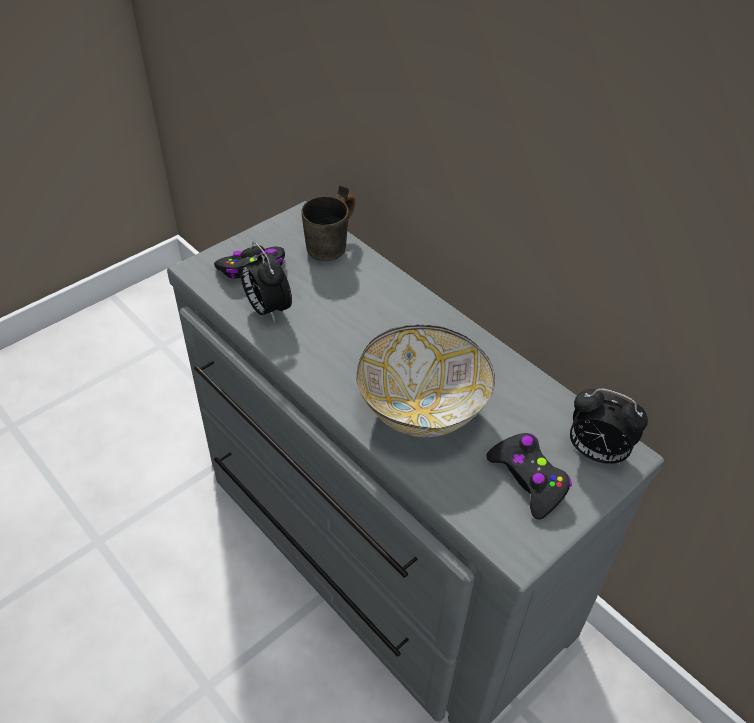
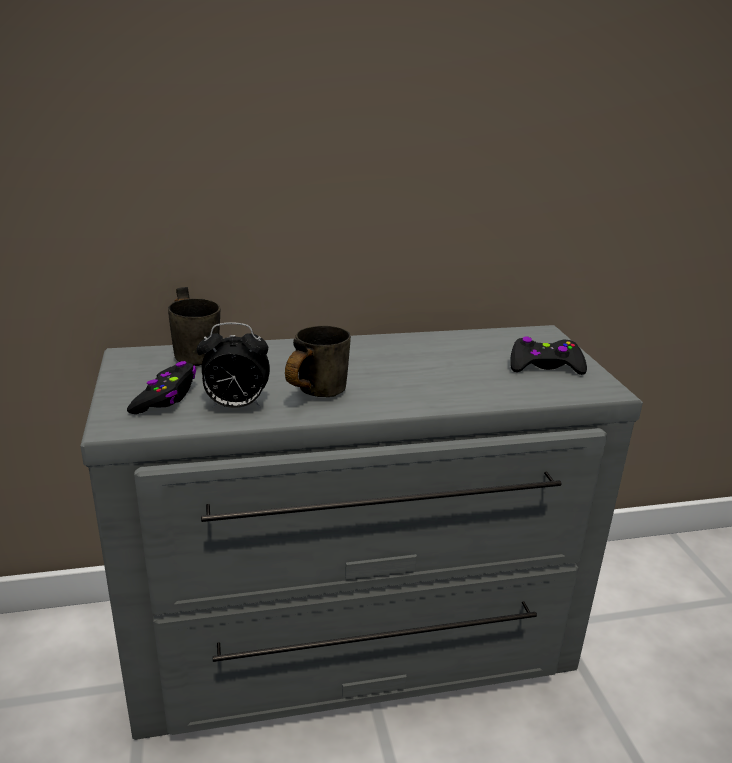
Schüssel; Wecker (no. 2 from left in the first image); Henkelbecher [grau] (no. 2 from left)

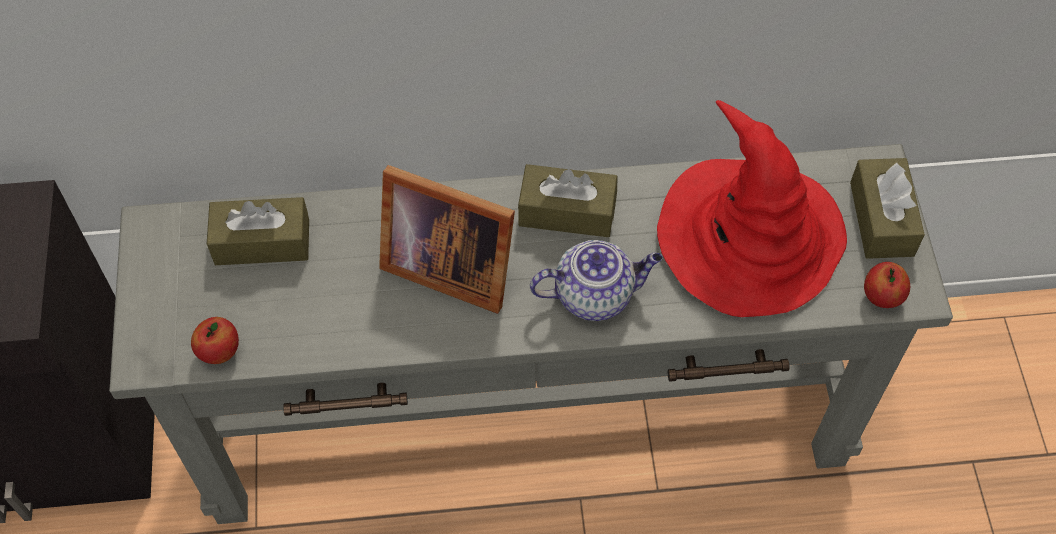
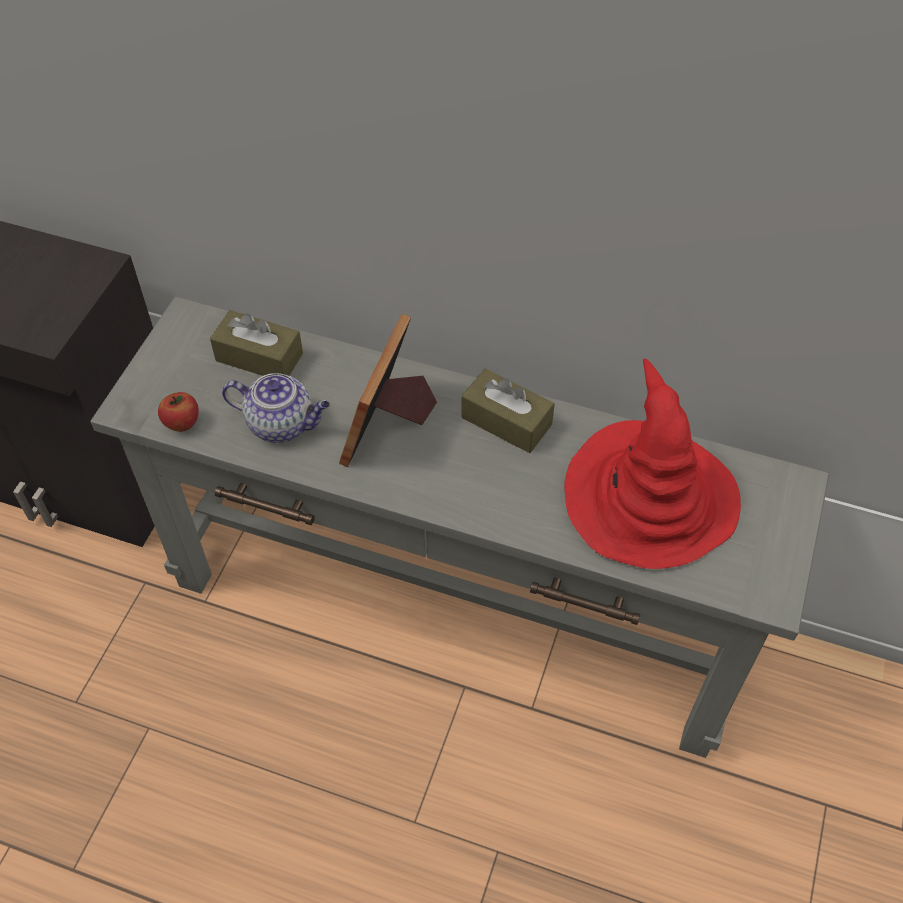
Bilderrahmen; Teekanne; Taschentuchbox [braun] (no. 3 from left in the first image); Apfel (no. 2 from left in the first image)

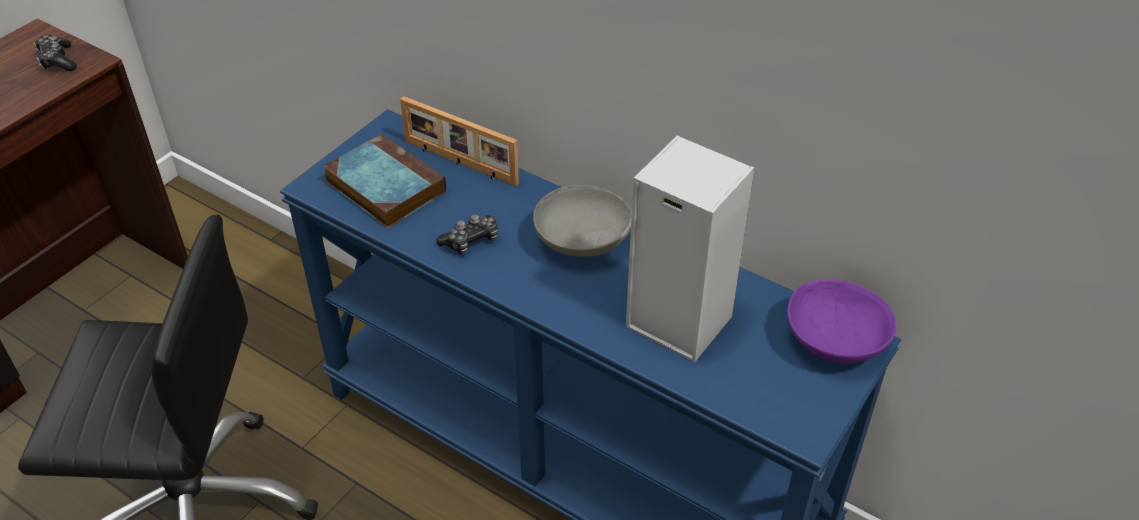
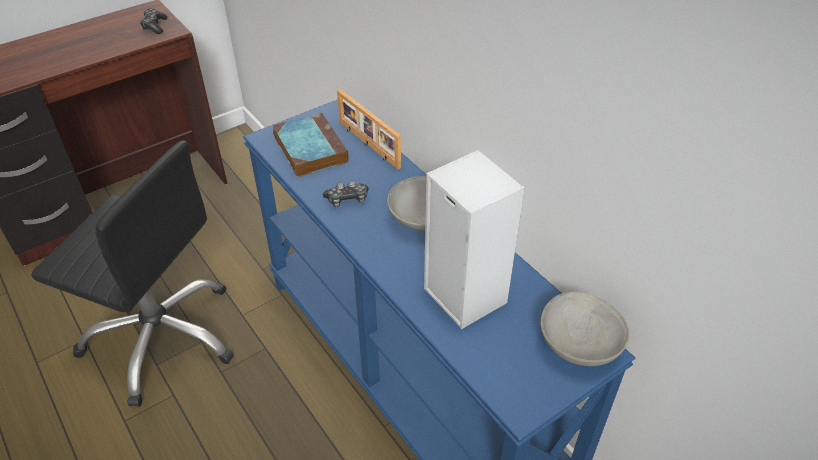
Schüssel [grau] (no. 2 from left)

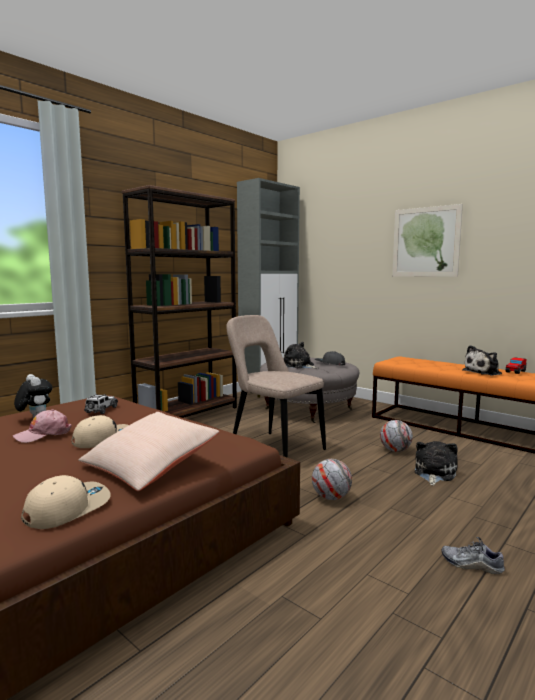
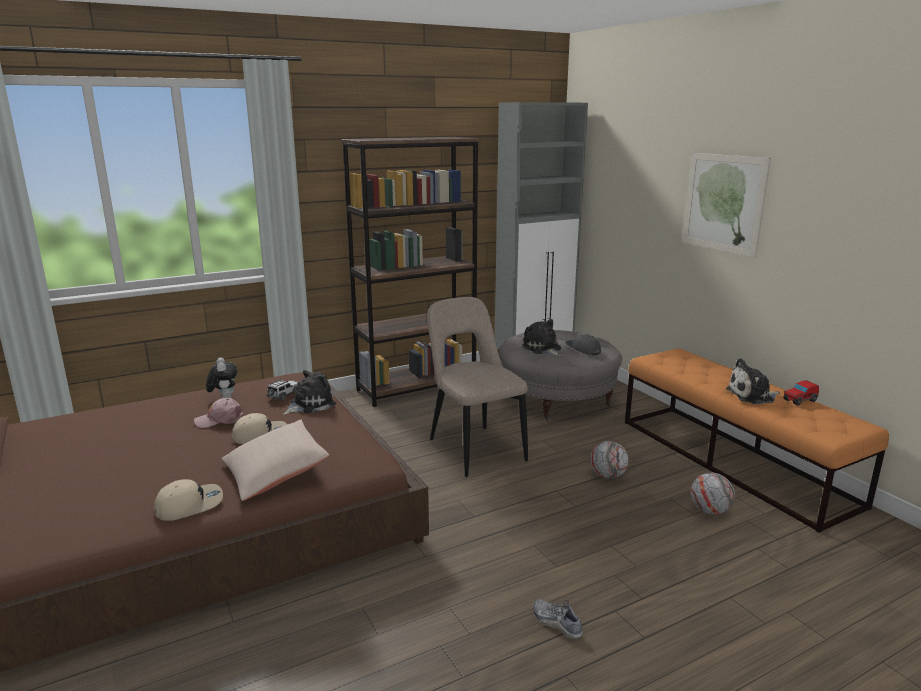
Fußball (no. 2 from left); Plüschtier (no. 2 from left)

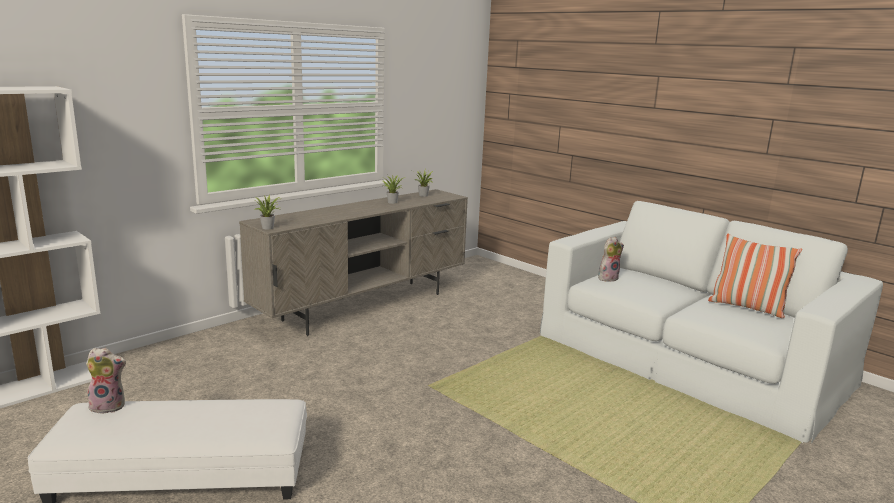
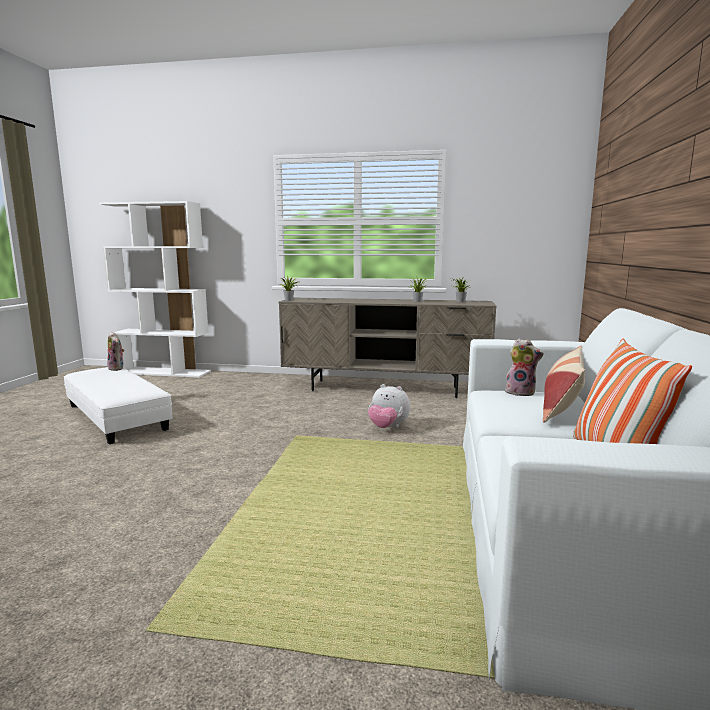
Plüschtier (no. 2 from left); Kissen (no. 1 from left)

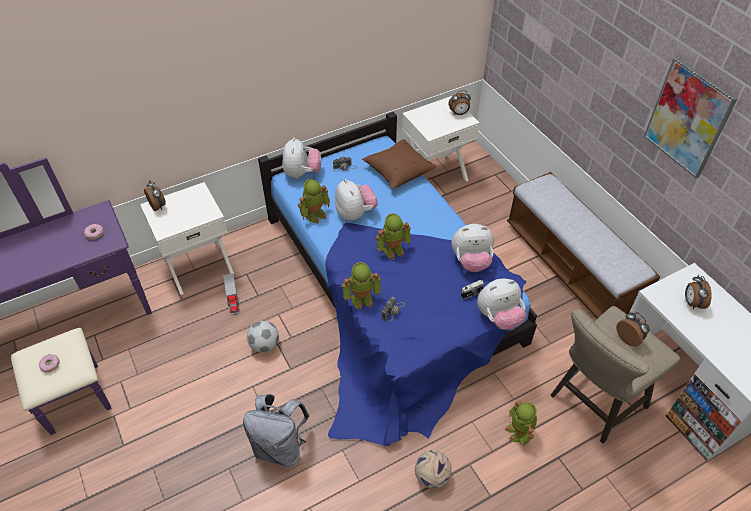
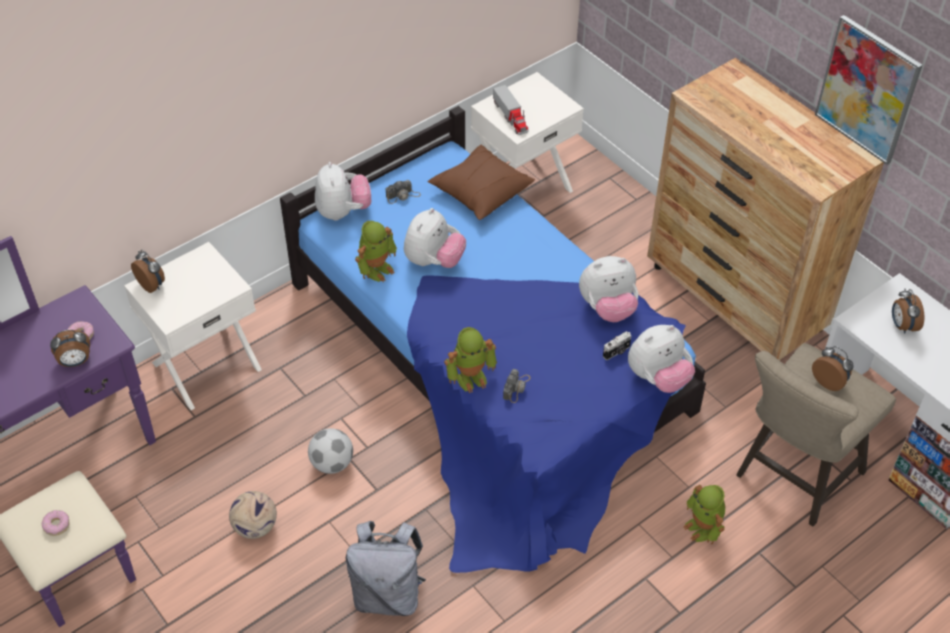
Spielzeuglaster; Plüschtier (no. 2 from left); Spielzeugroboter (no. 3 from left in the first image); Fußball (no. 1 from left); Wecker (no. 1 from left); Kommode [braun]

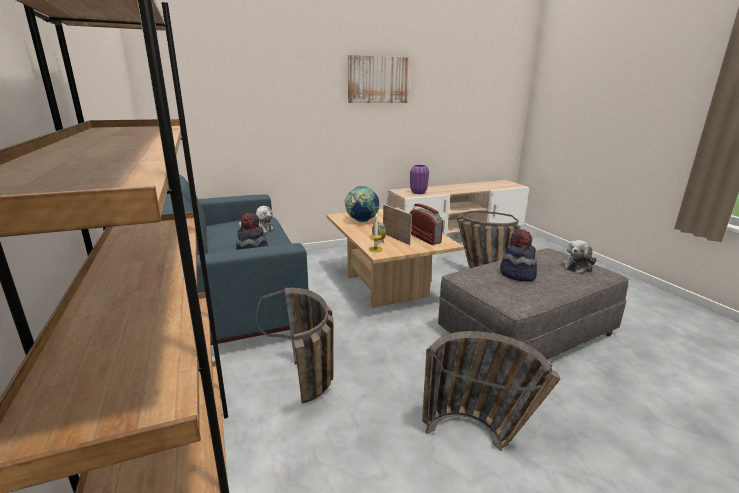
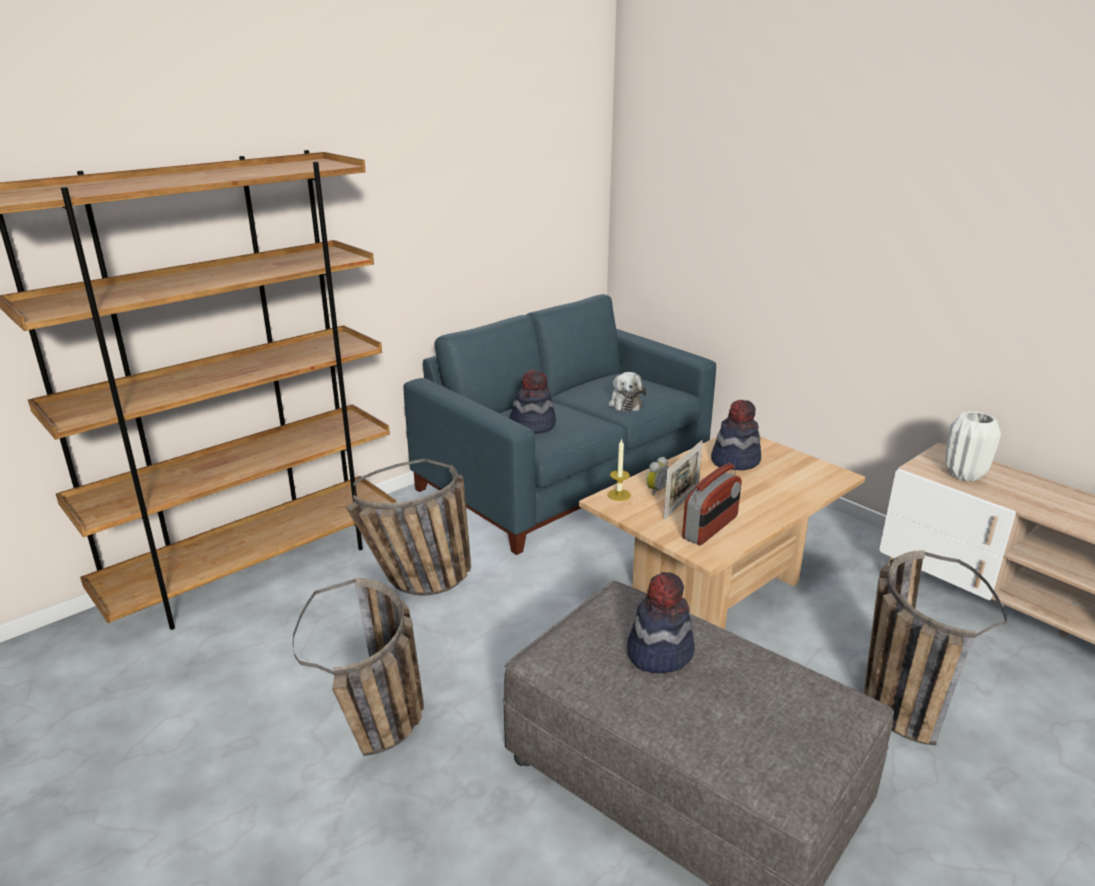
Hut (no. 3 from left); Bild; Vase [weiß]; Plüschtier (no. 2 from left in the first image)

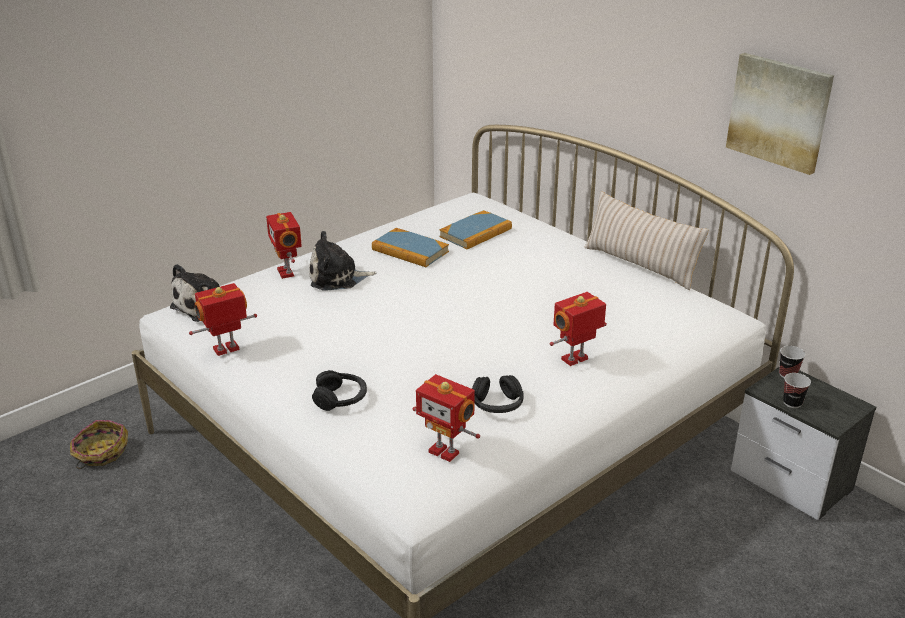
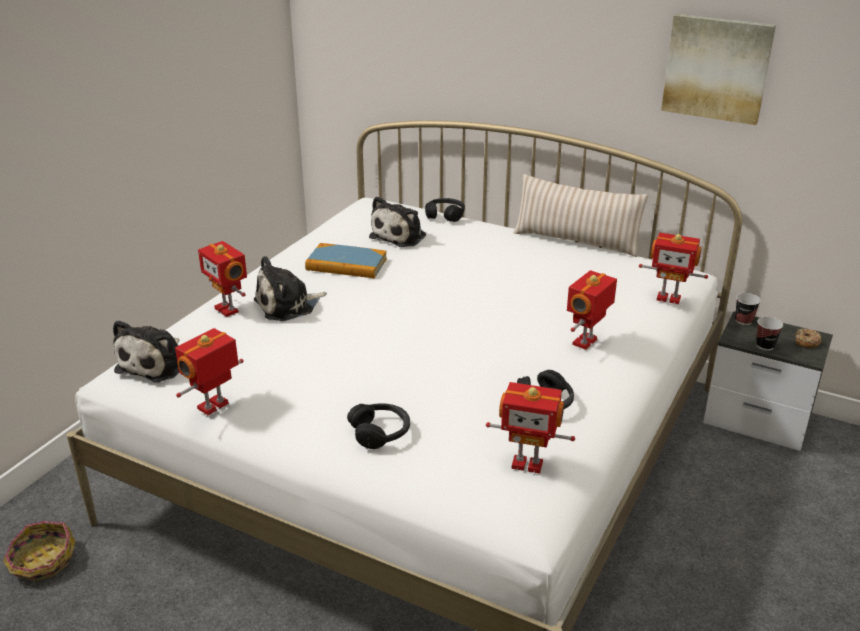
Plüschtier (no. 3 from left); Kopfhörer [schwarz] (no. 2 from left); Spielzeugroboter (no. 5 from left); Donut

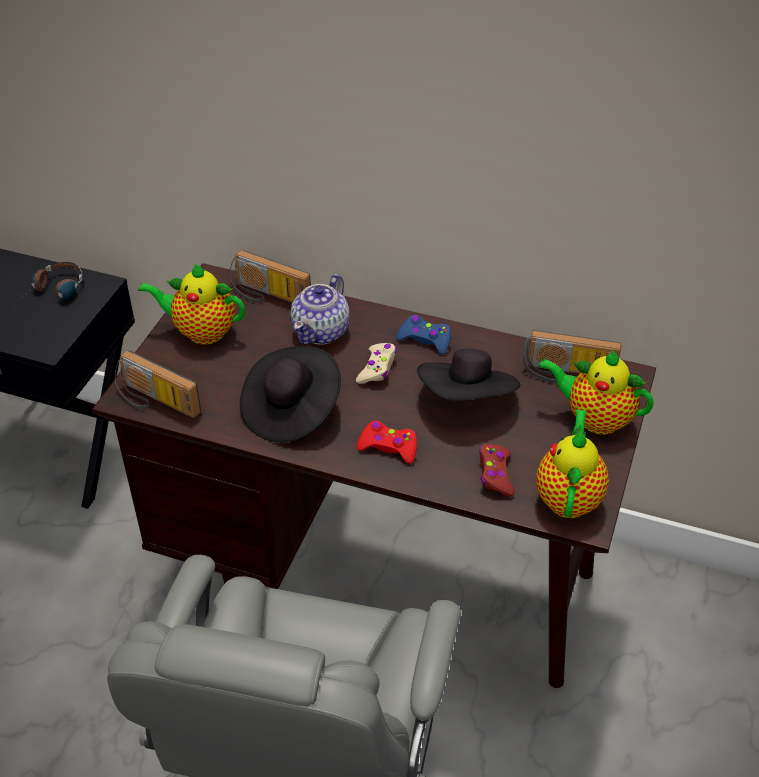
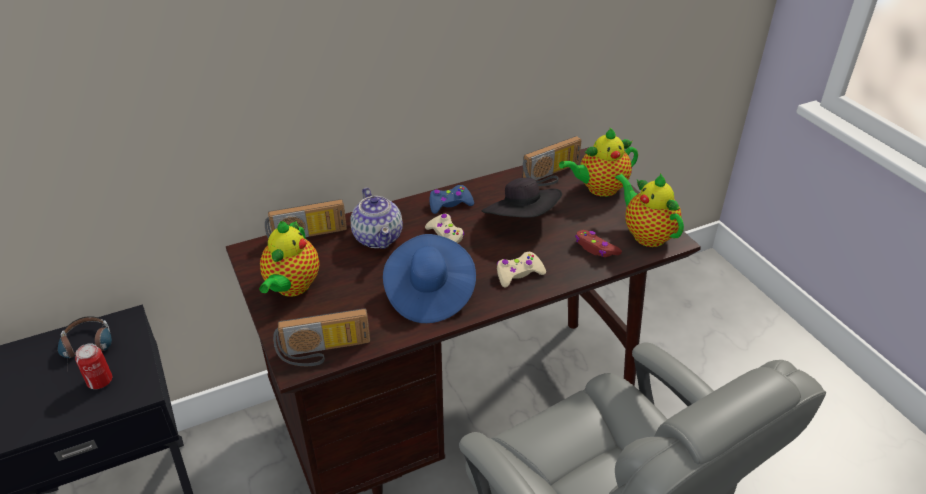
Teekanne (no. 1 from left); Hut [blau]; Gamepad [beige] (no. 2 from left); Dose

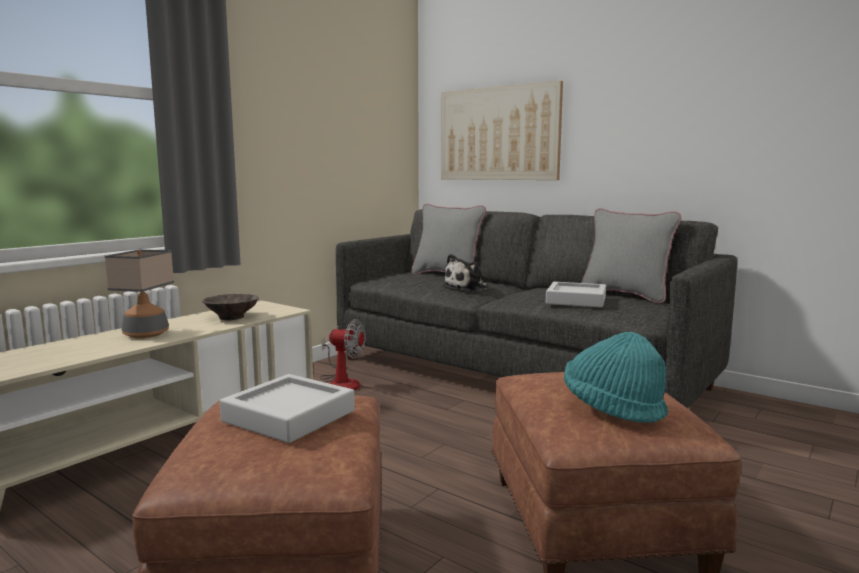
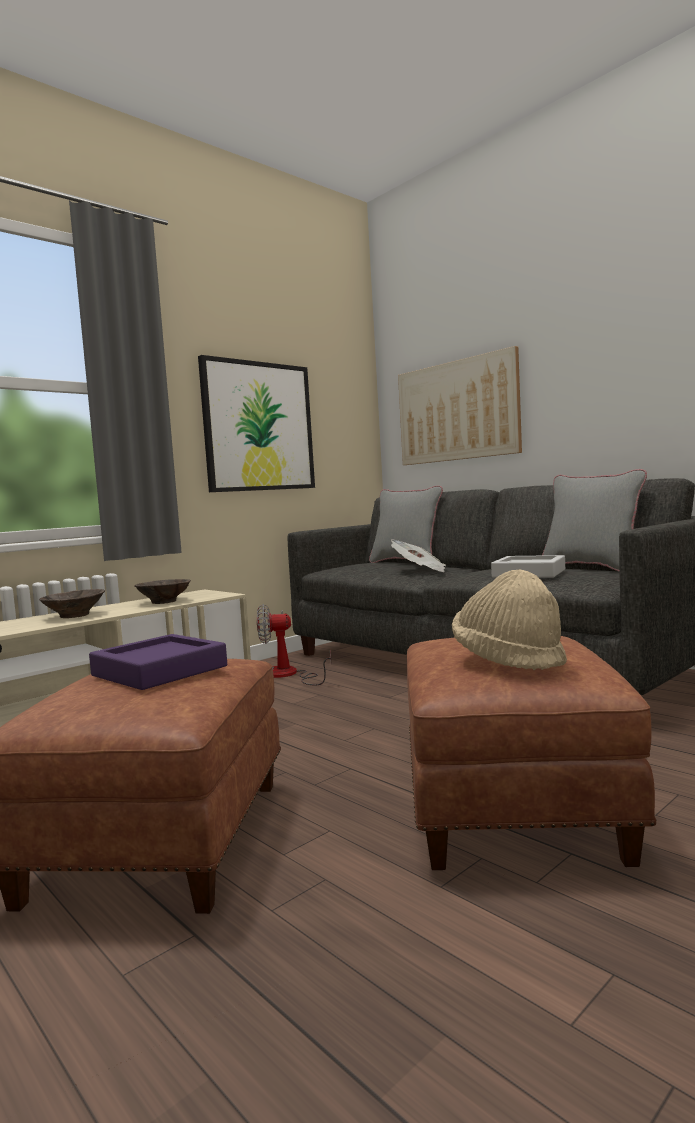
Schüssel [braun] (no. 1 from left); Tablett [lila]; Ventilator; Zeitung; Hut [beige]; Bild (no. 1 from left)

